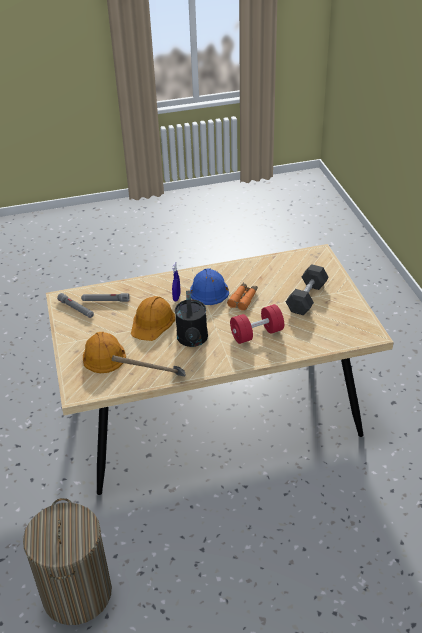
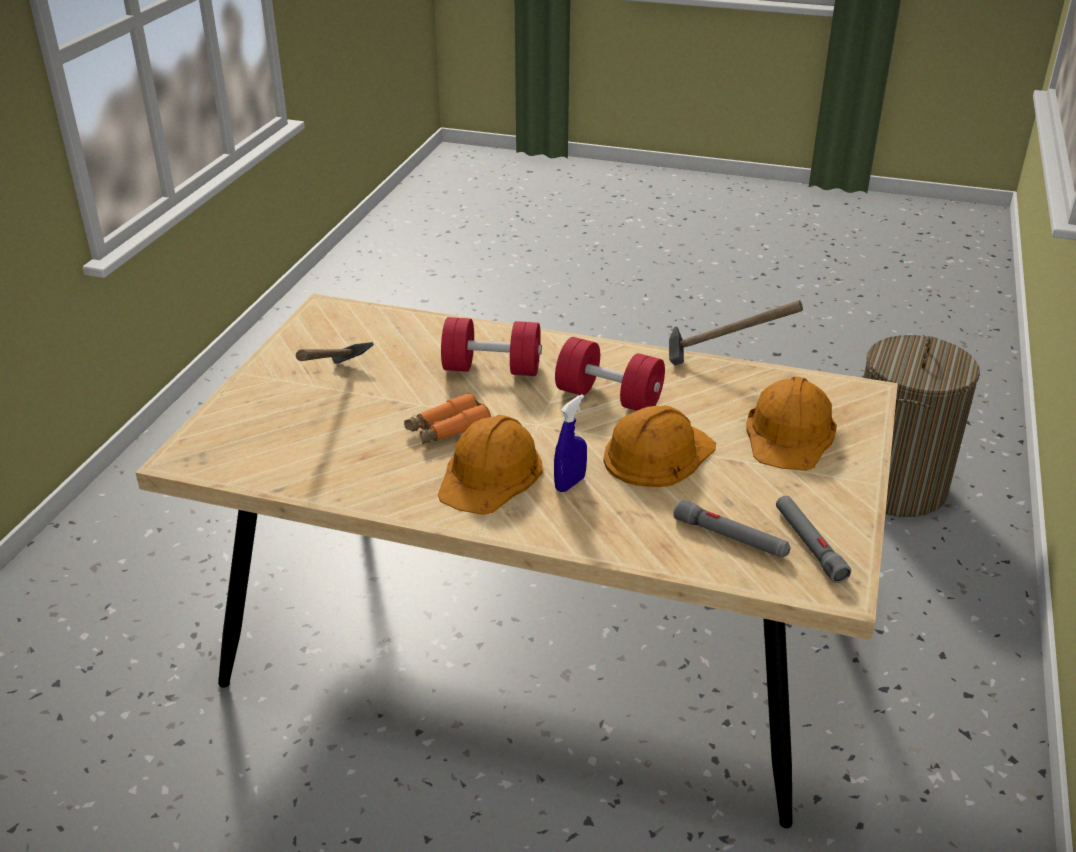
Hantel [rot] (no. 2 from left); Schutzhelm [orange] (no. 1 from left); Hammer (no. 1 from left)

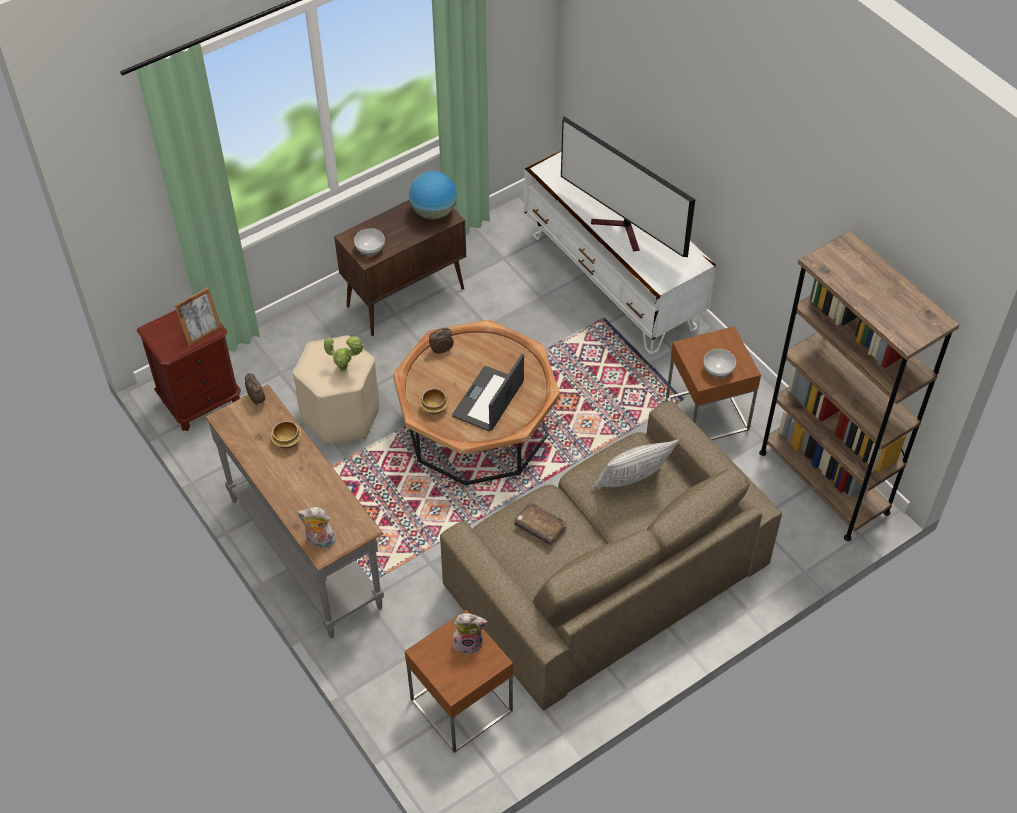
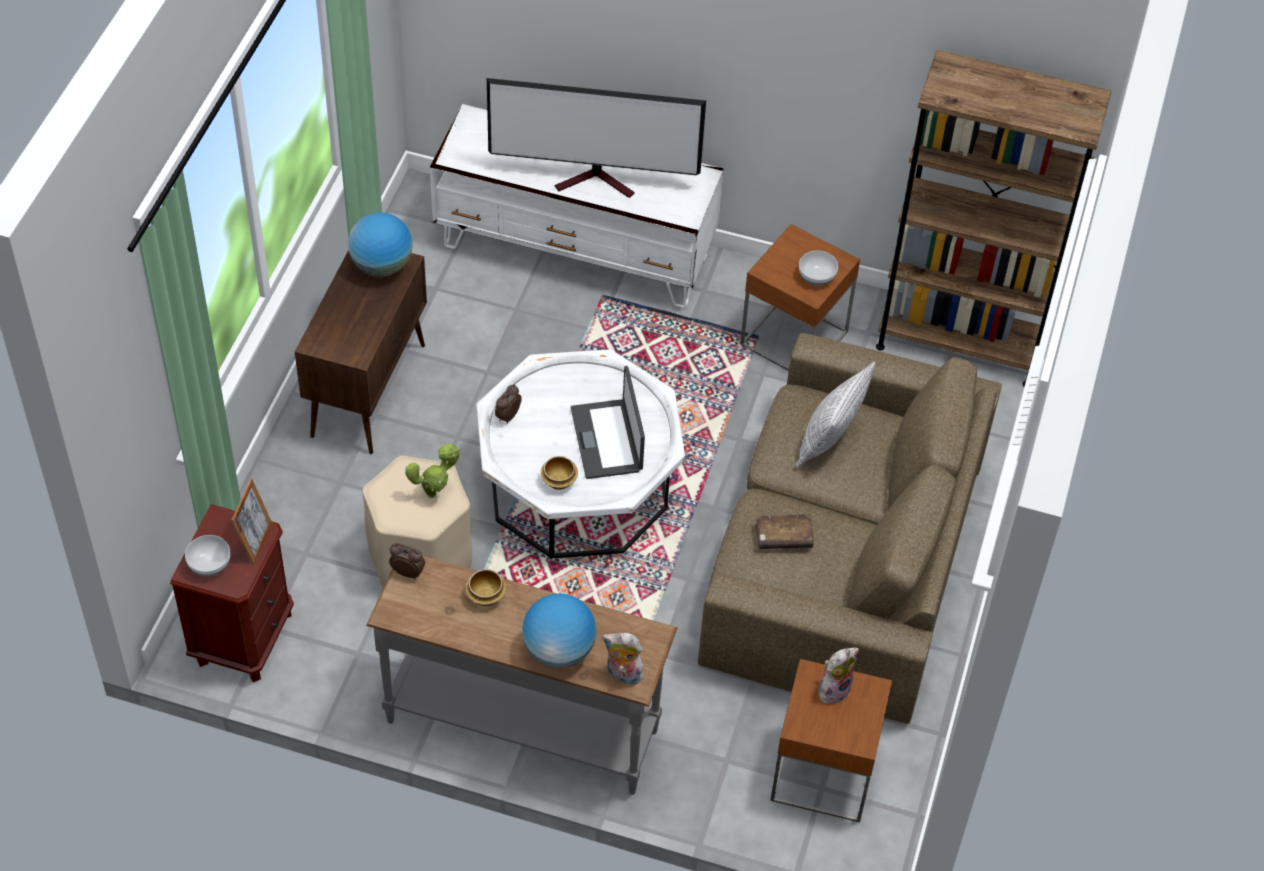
Plüschtier (no. 1 from left); Schüssel (no. 1 from left); Couchtisch [weiß]; Globus (no. 2 from left)

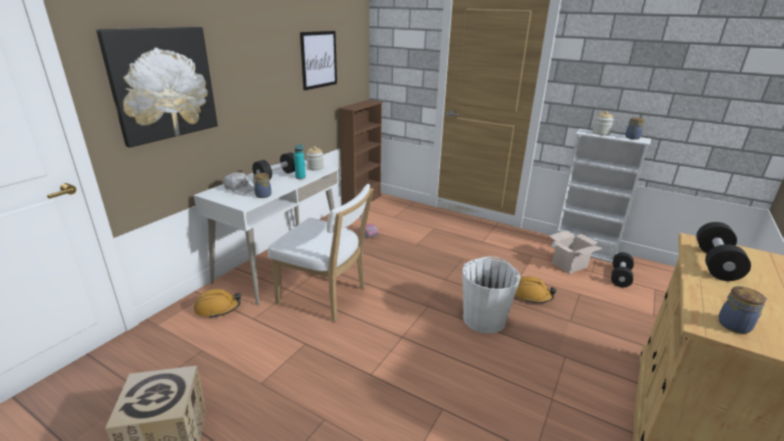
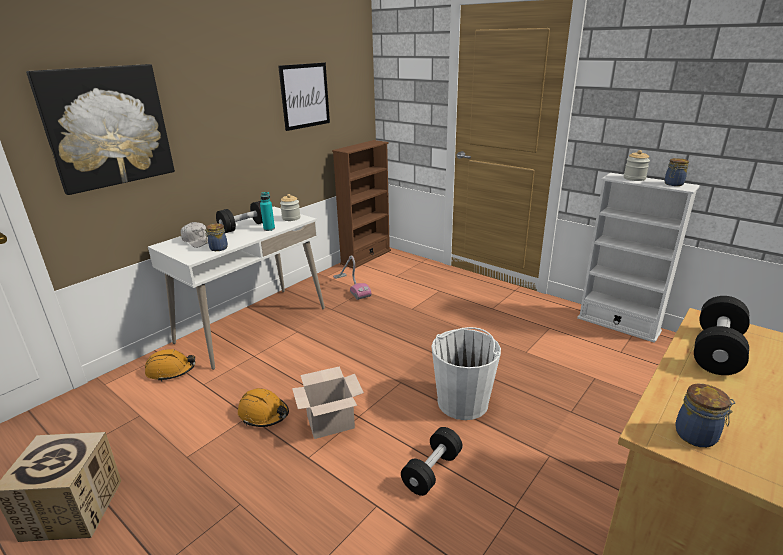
Stuhl [weiß]; Schutzhelm [orange] (no. 2 from left); Karton (no. 2 from left); Hantel [schwarz] (no. 2 from left)

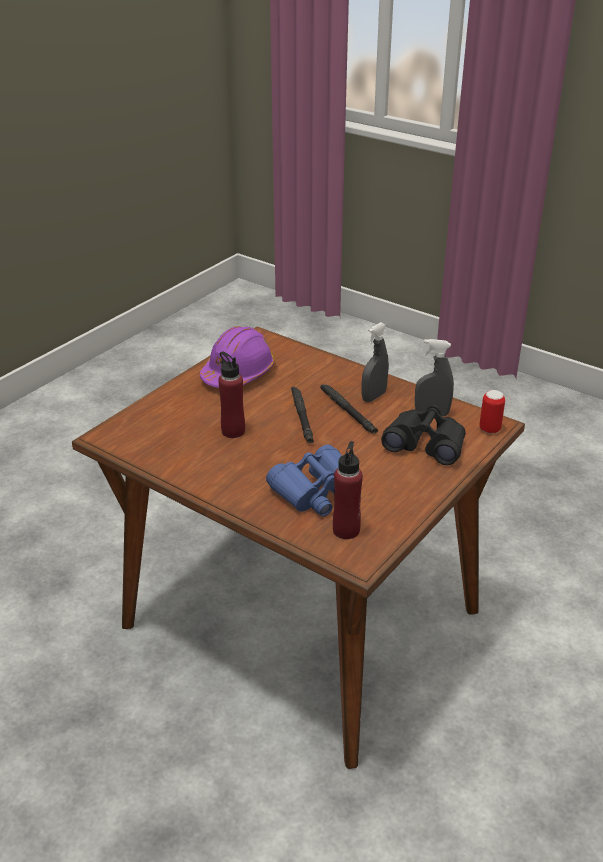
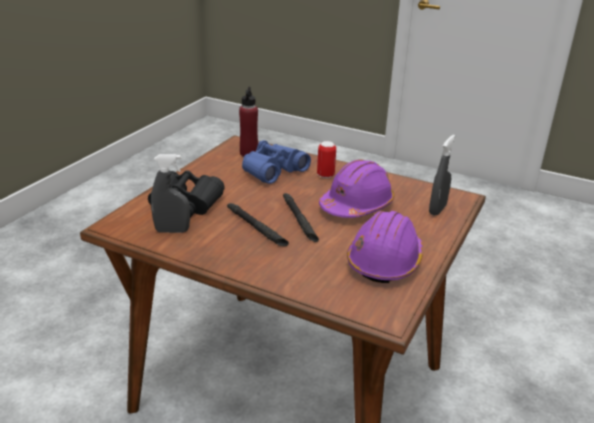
Schutzhelm [lila] (no. 1 from left); Sprühflasche [grau] (no. 2 from left); Dose

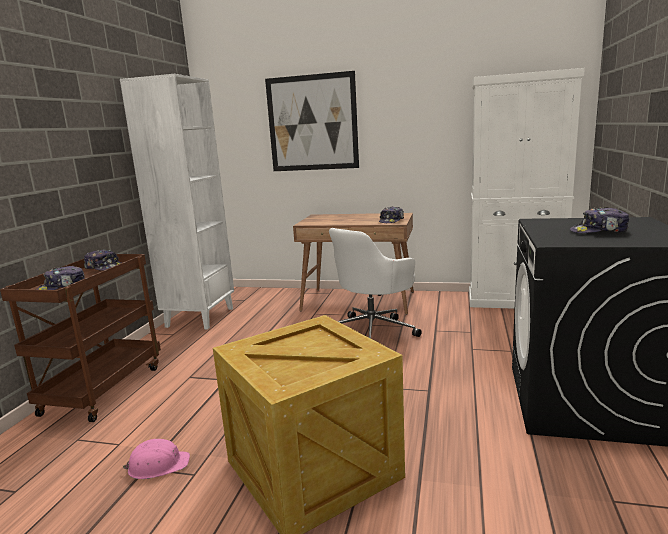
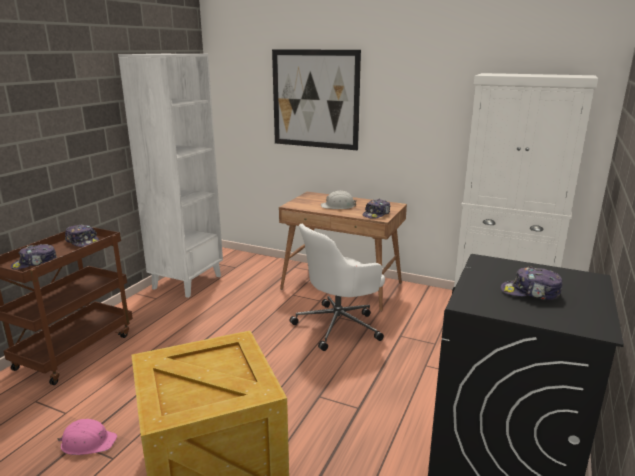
Schutzhelm [weiß]

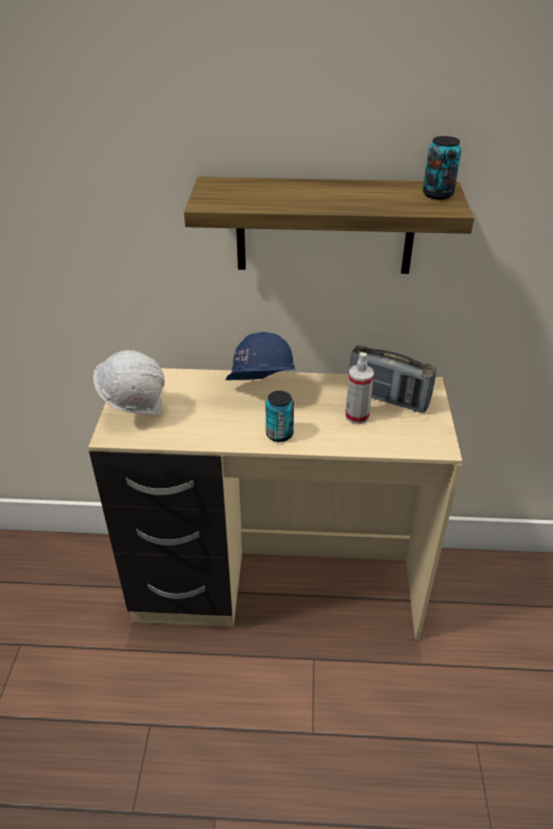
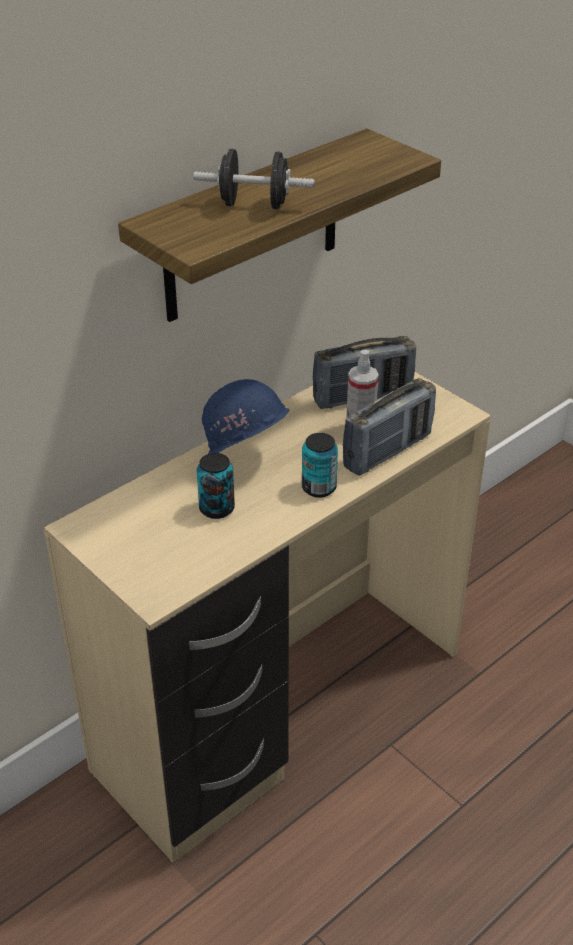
Schutzhelm [weiß]; Dose (no. 1 from left); Hantel [schwarz]; Radio (no. 2 from left)

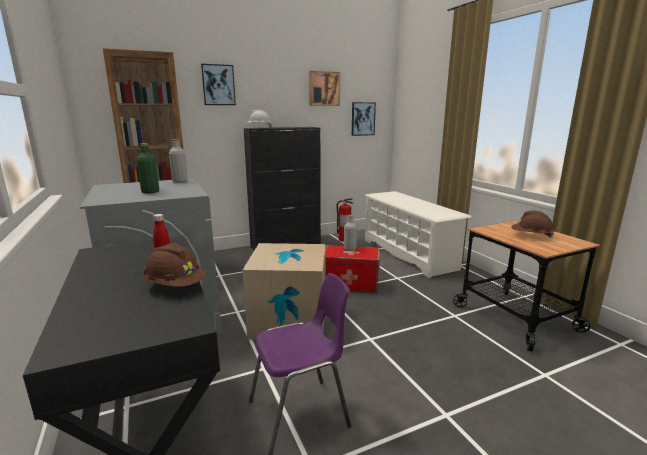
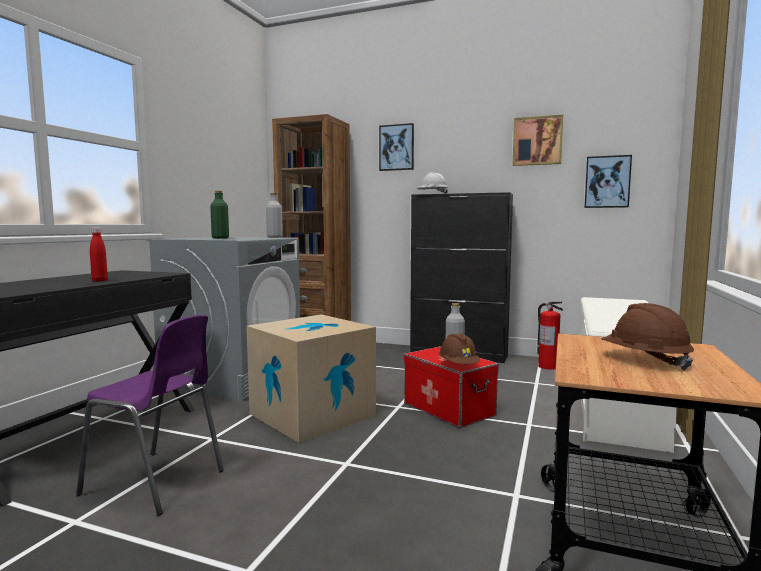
Schutzhelm [braun] (no. 1 from left)

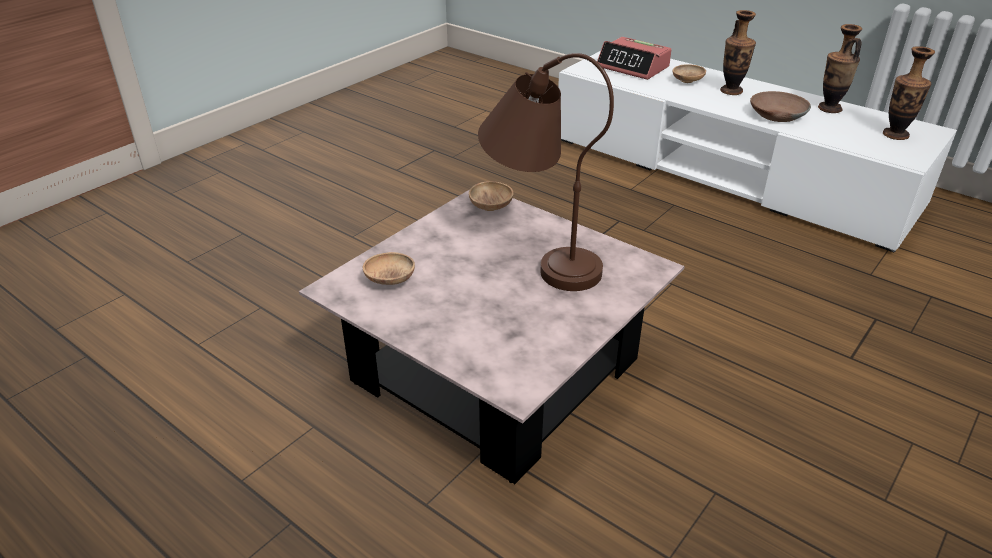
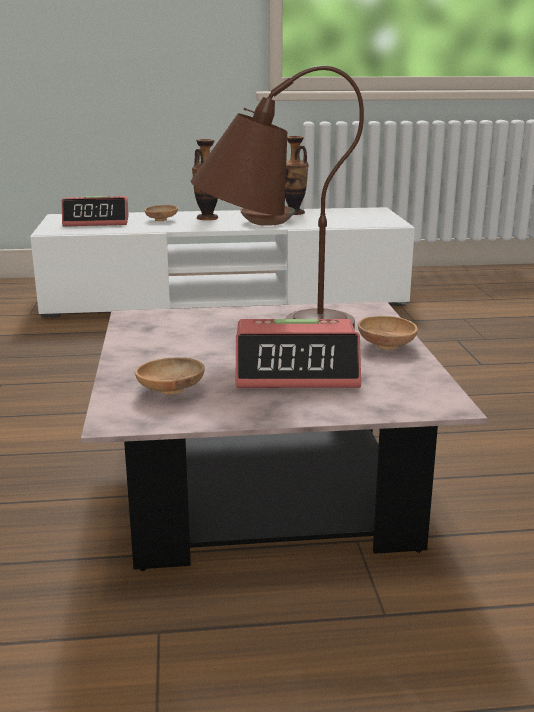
Schüssel [braun] (no. 4 from left); Vase (no. 3 from left in the first image); Wecker (no. 2 from left)

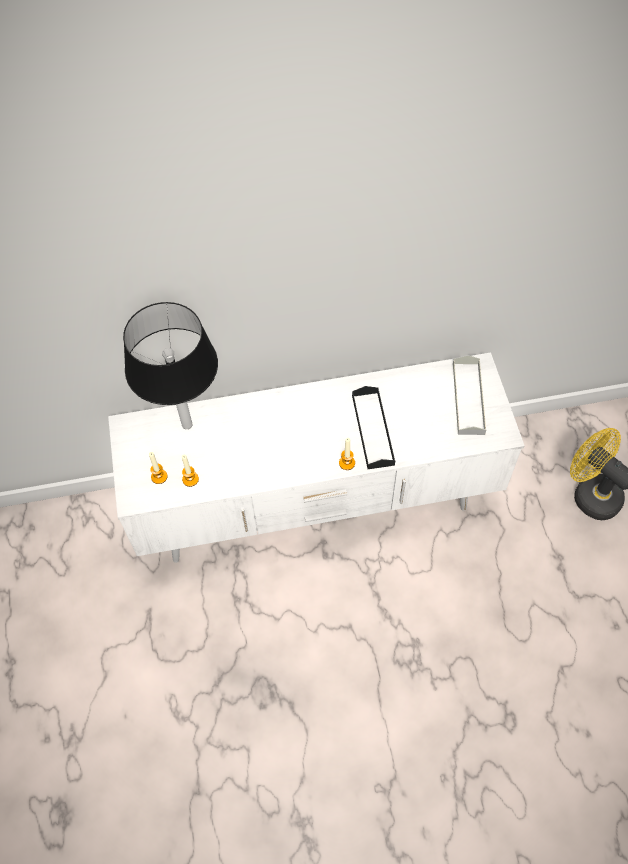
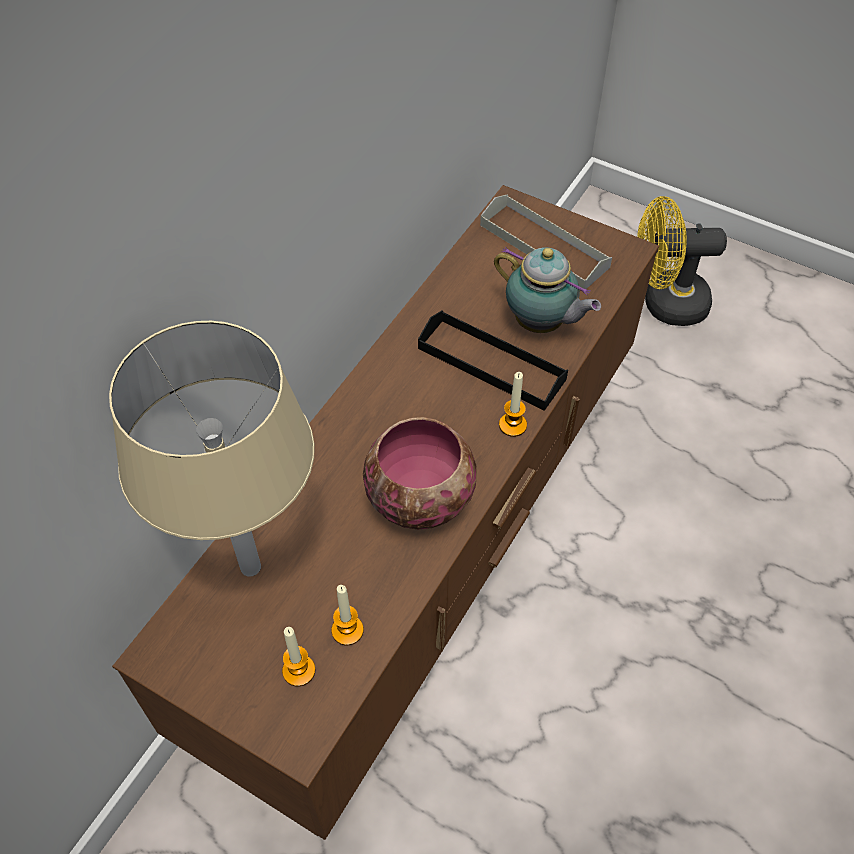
Fernsehschrank [braun]; Tischlampe [beige]; Schüssel; Teekanne

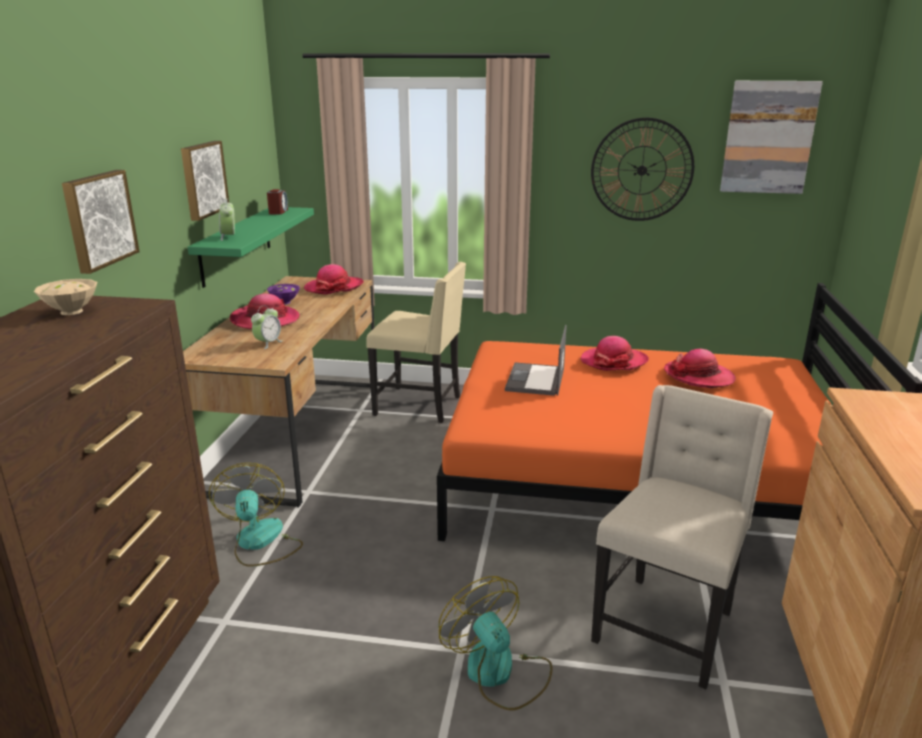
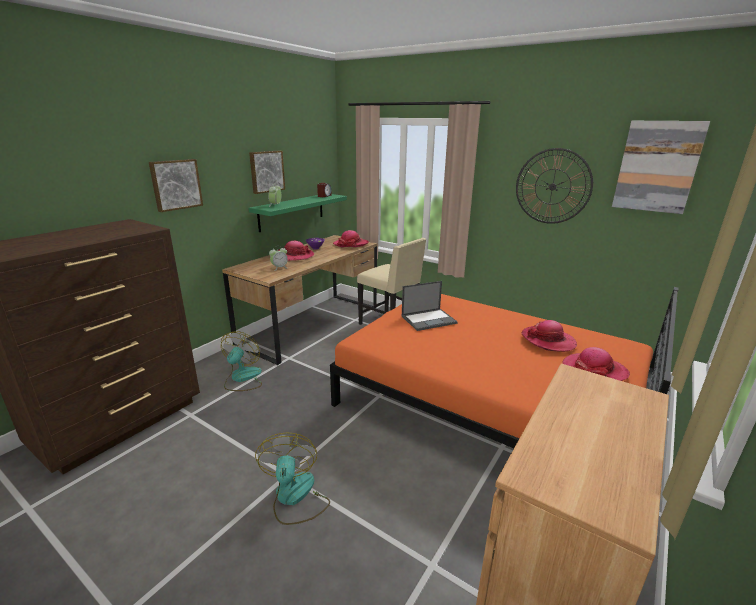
Schüssel [beige]; Laptop; Hut (no. 4 from left); Stuhl [beige] (no. 2 from left in the first image)

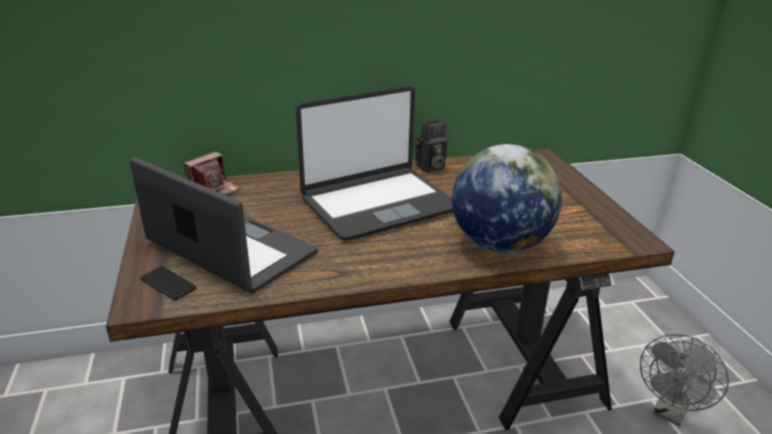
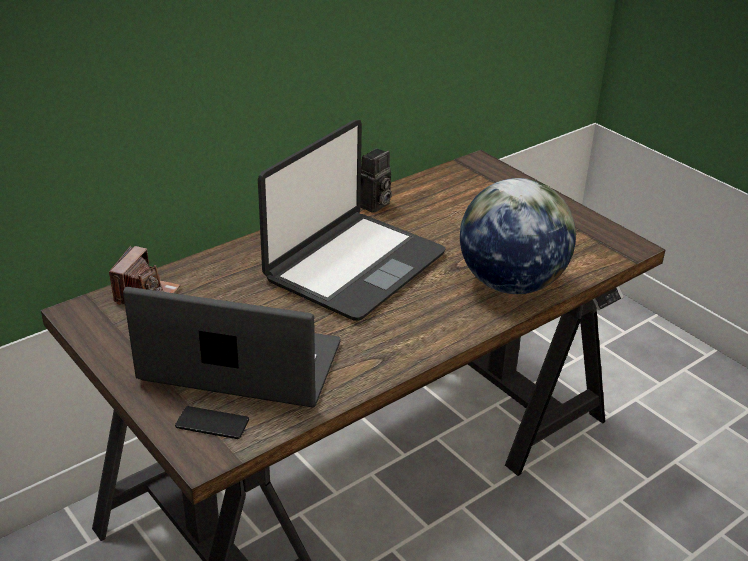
Ventilator [grau]

